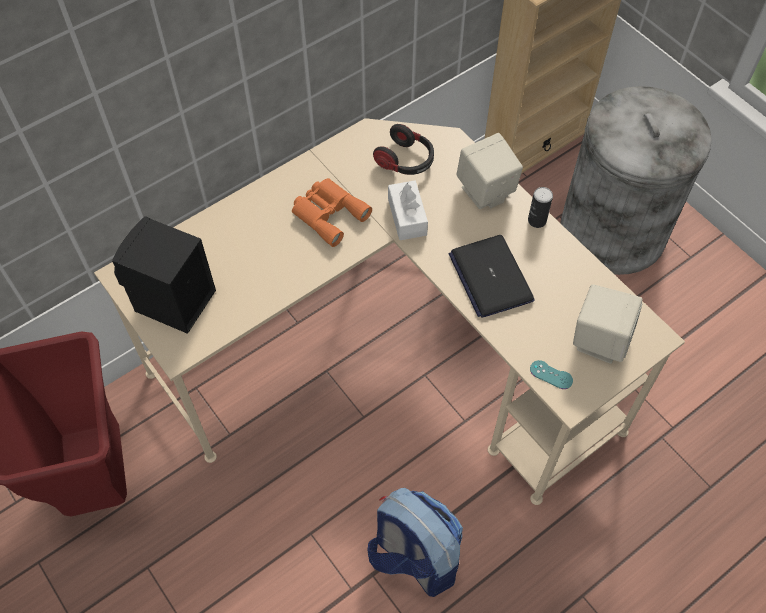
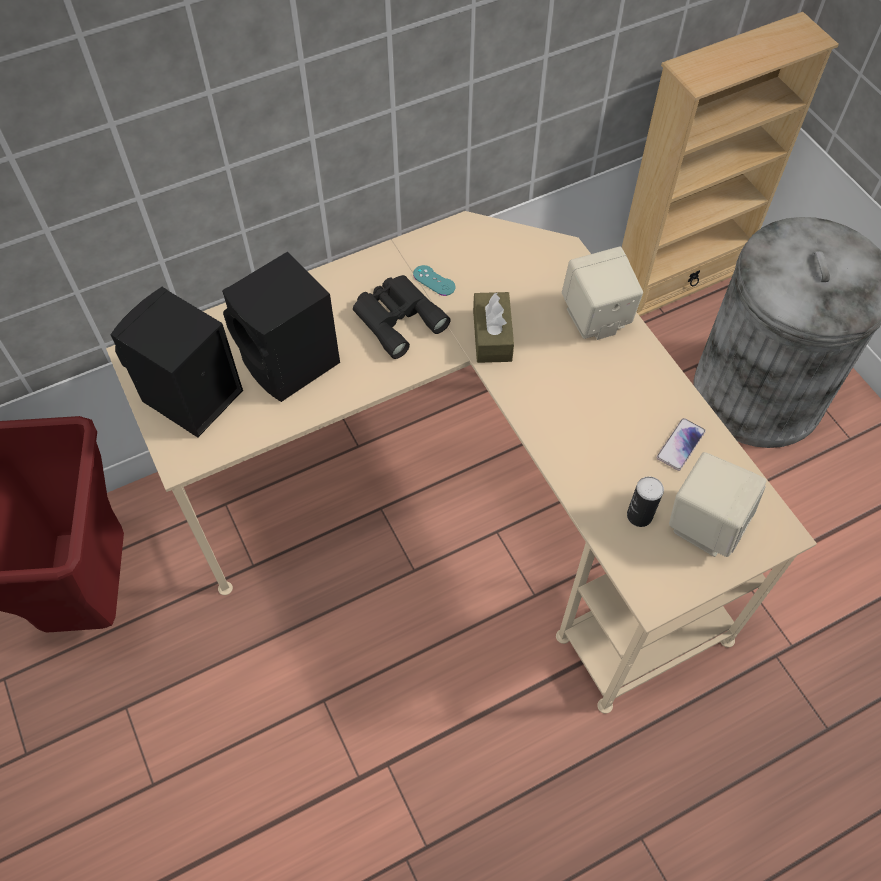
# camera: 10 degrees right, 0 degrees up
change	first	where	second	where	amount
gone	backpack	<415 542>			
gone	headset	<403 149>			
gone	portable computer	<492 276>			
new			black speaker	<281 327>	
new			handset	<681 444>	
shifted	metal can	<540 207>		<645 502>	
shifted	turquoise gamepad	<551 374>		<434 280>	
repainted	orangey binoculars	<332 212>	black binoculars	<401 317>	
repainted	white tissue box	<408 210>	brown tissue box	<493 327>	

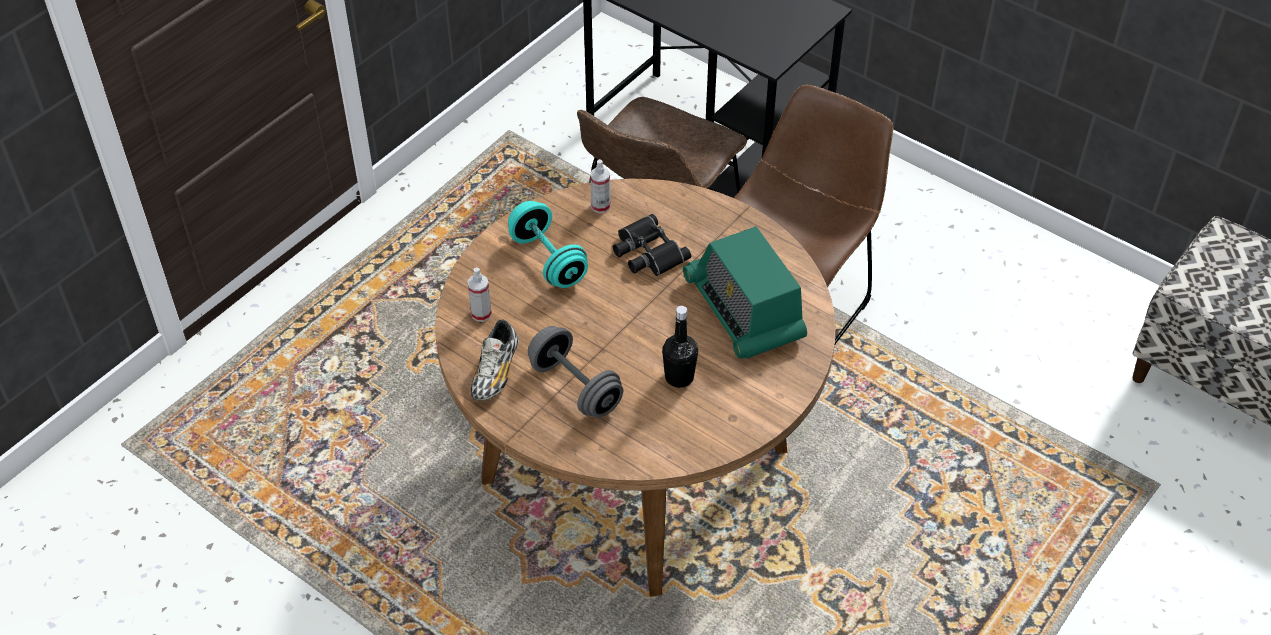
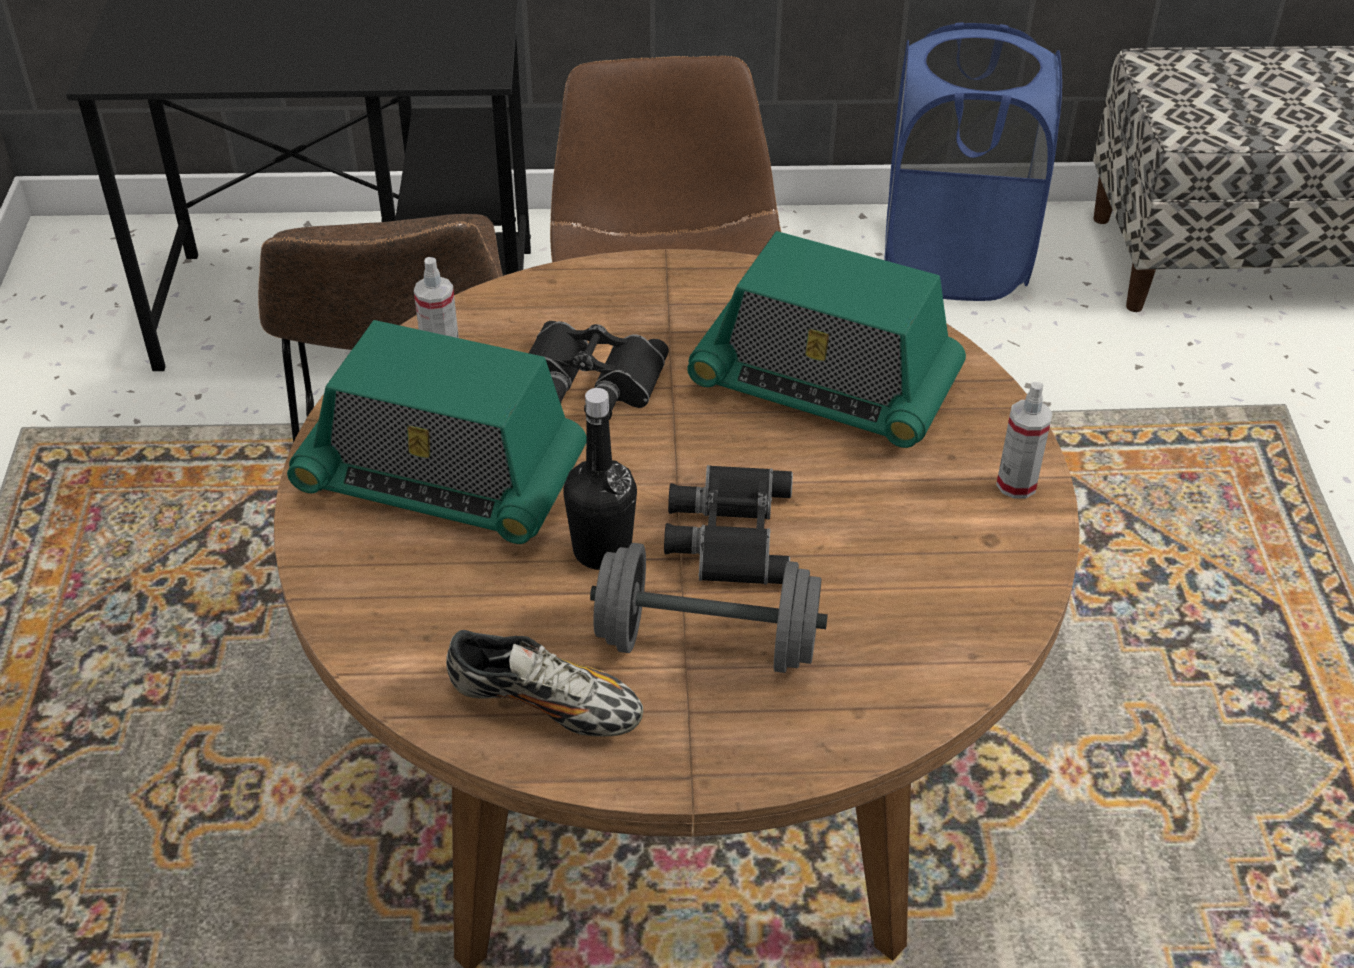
# camera: 40 degrees left, 5 degrees down
change	first	where	second	where	amount
new			black binoculars	<728 524>	
new			blue-coloured hamper	<973 161>	
shifted	sprayer	<479 294>		<1024 440>	
shifted	black drink bottle	<680 347>		<600 479>	
swapped	turquoise free weight	<548 244>	radio	<436 432>	
rotated	item of footwear	<494 360>		<544 683>	45 degrees counterclockwise

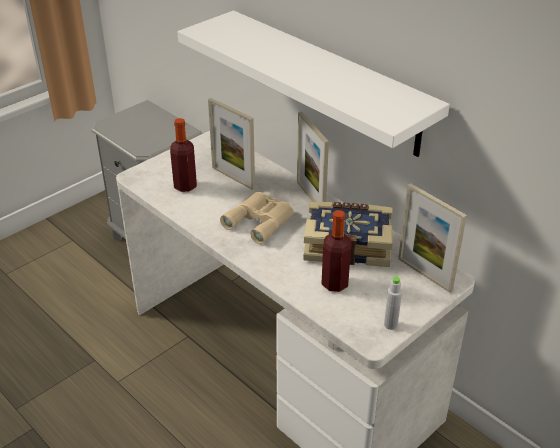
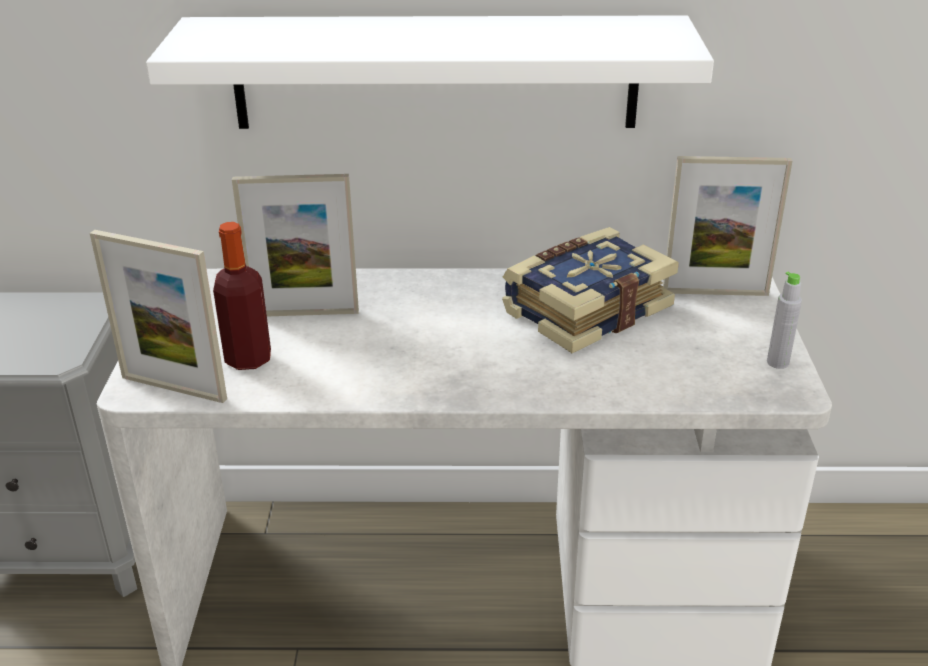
# camera: 45 degrees left, 5 degrees down
change	first	where	second	where	amount
gone	beige-coloured binoculars	<257 218>			
gone	drink bottle	<336 251>			
shifted	photo frame	<313 156>		<158 316>	

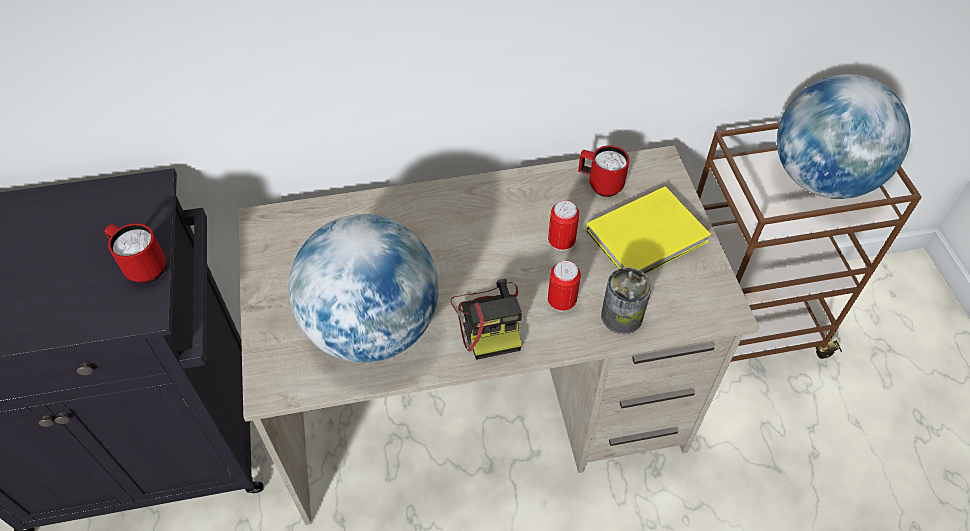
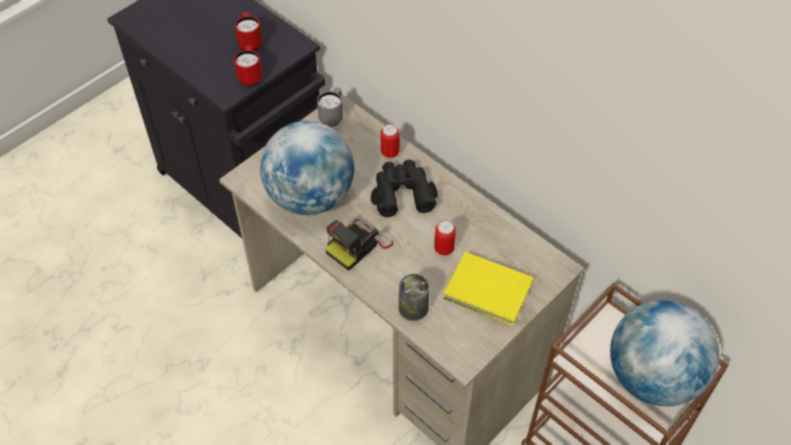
# camera: 55 degrees right, 0 degrees up
change	first	where	second	where	amount
new			gray tea mug	<330 107>	
new			black binoculars	<404 188>	
shifted	metal can	<564 286>		<390 141>	
shifted	red tea mug	<603 171>		<248 31>	

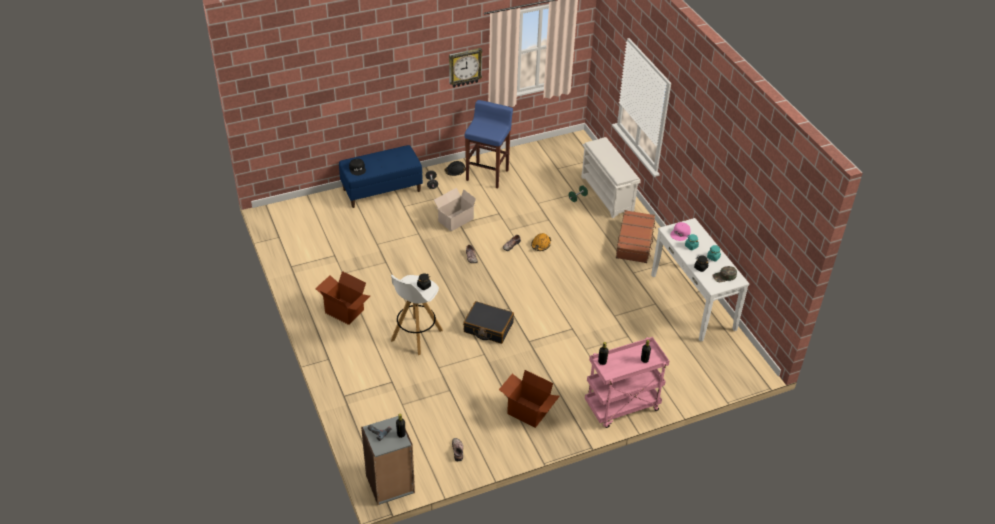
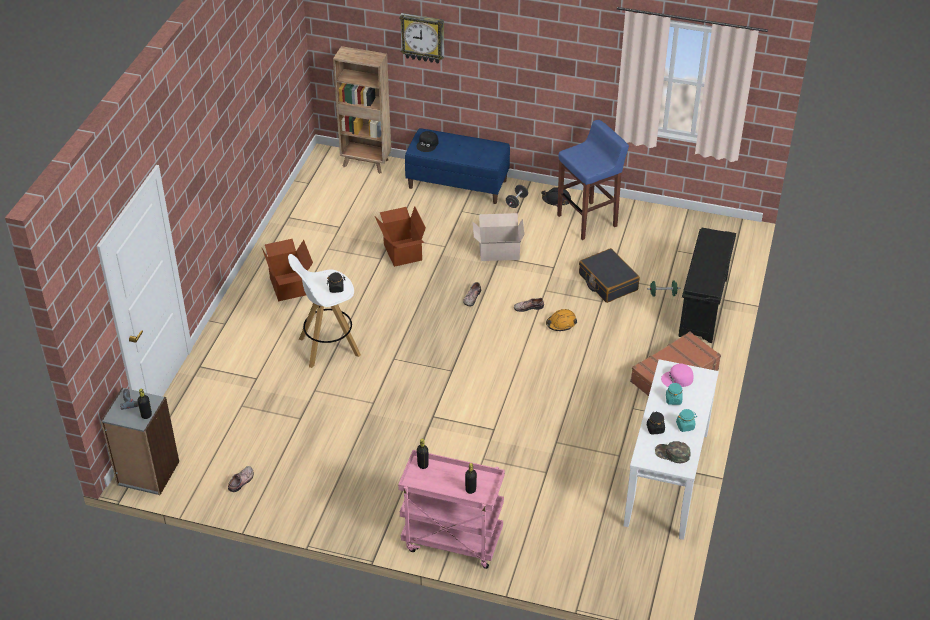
# camera: 40 degrees right, 0 degrees up
change	first	where	second	where	amount
new			brown bookcase	<362 110>	
shifted	hanging clock	<466 68>		<422 38>	
shifted	black suitcase	<488 322>		<609 275>	
shifted	cardboard box	<529 399>		<400 236>	
repainted	white shoe rack	<611 177>	black shoe rack	<707 285>	

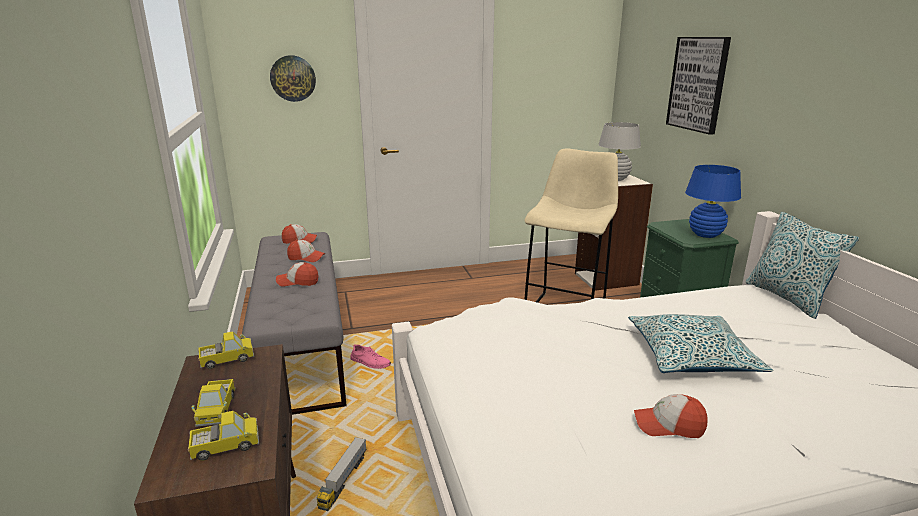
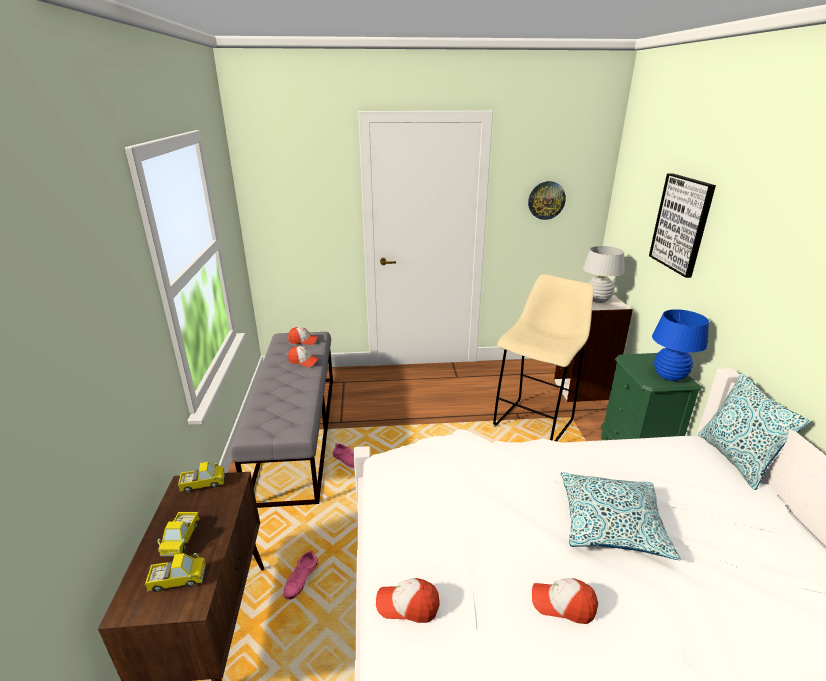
# camera: 10 degrees right, 5 degrees up
change	first	where	second	where	amount
shifted	hanging clock	<293 78>		<547 200>	
shifted	peaked cap	<297 274>		<408 600>	
swapped	model truck	<341 474>	pink-coloured item of footwear	<300 575>	

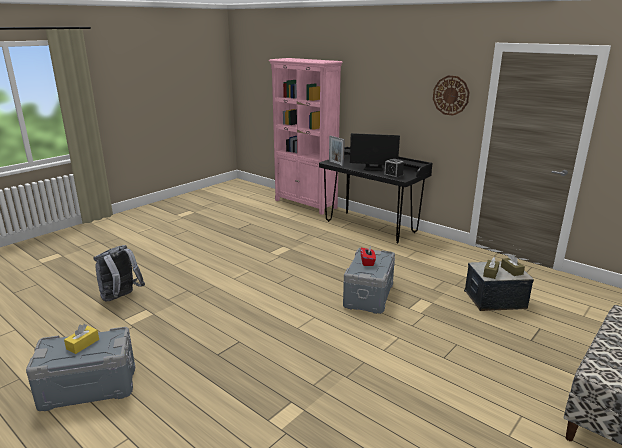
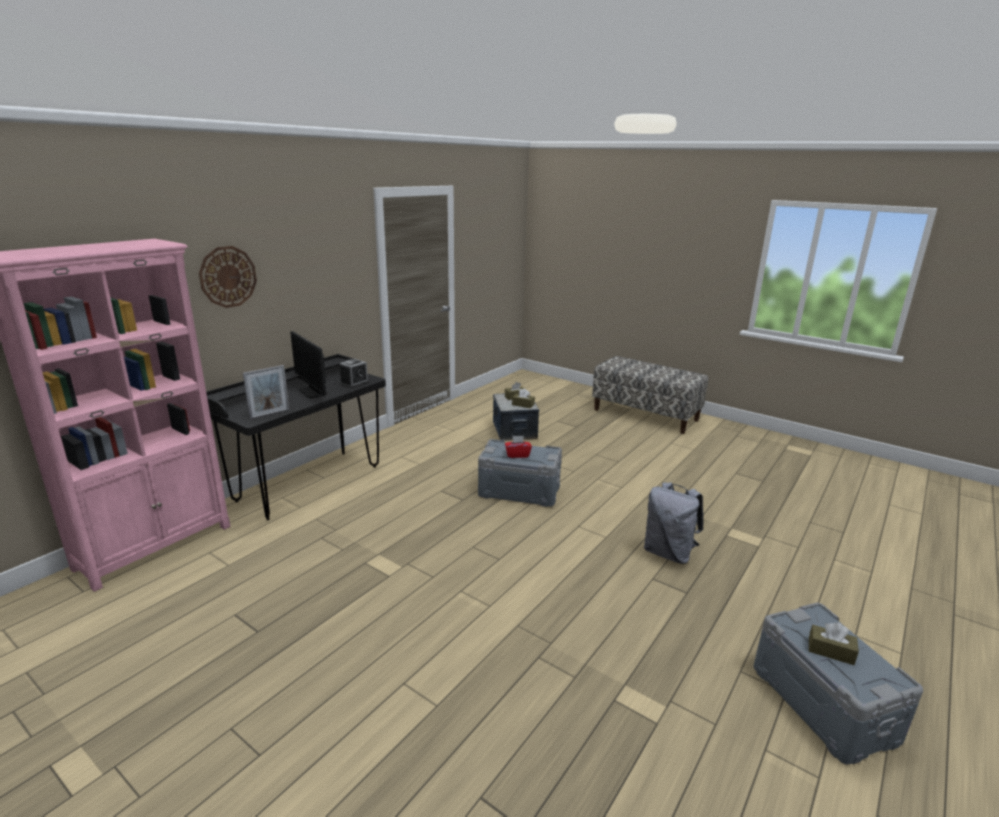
# camera: 95 degrees left, 0 degrees up
change	first	where	second	where	amount
shifted	gray backpack	<119 273>		<673 523>	
shifted	hanging clock	<451 96>		<228 277>	
repainted	yellow-coloured tissue box	<81 339>	brown tissue box	<834 644>	
rotated	monitor	<375 152>		<308 364>	135 degrees clockwise

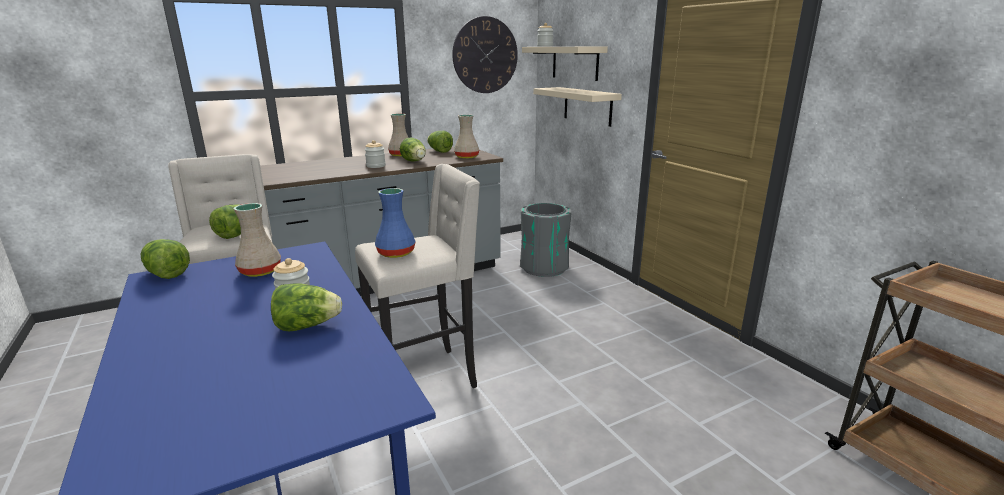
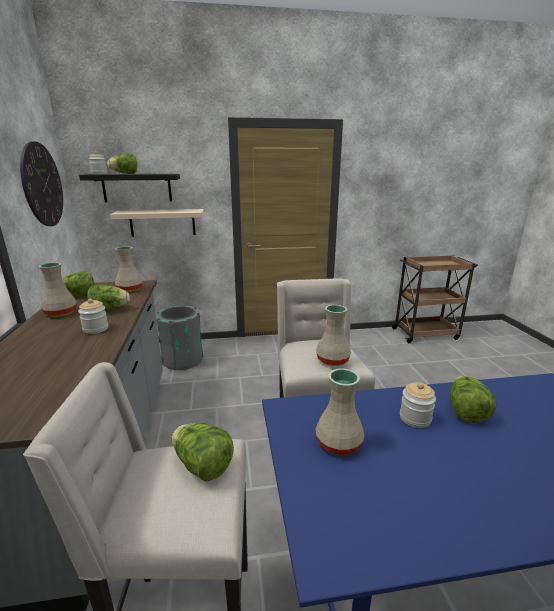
# camera: 70 degrees left, 0 degrees up
change	first	where	second	where	amount
shifted	lettuce head	<165 259>		<122 163>	
repainted	blue-coloured flower vase	<395 223>	beige-coloured flower vase	<333 335>	
repainted	beige-coloured wall shelf	<565 63>	black wall shelf	<129 188>	

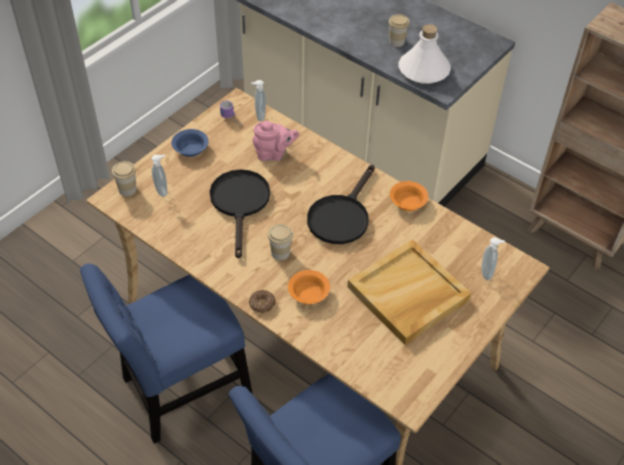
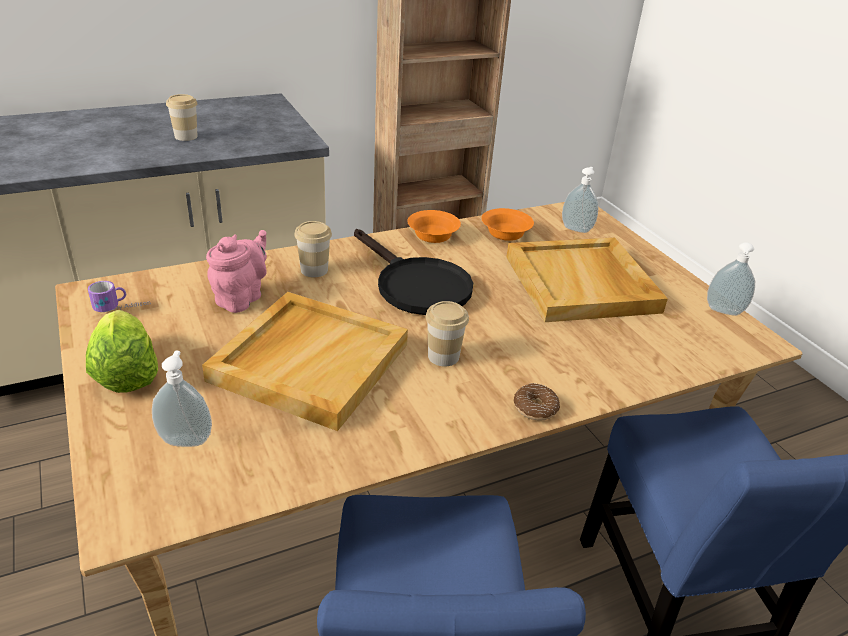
# camera: 65 degrees left, 15 degrees down
change	first	where	second	where	amount
gone	white drink bottle	<425 54>			
shifted	small cup	<124 178>		<313 249>	
shifted	soap bottle	<258 100>		<731 279>	
shifted	orangey deep dish	<309 287>		<507 224>	
swapped	blue-coloured deep dish	<190 143>	lettuce head	<122 351>	
swapped	black pan	<240 213>	beige-coloured tray	<305 361>	

